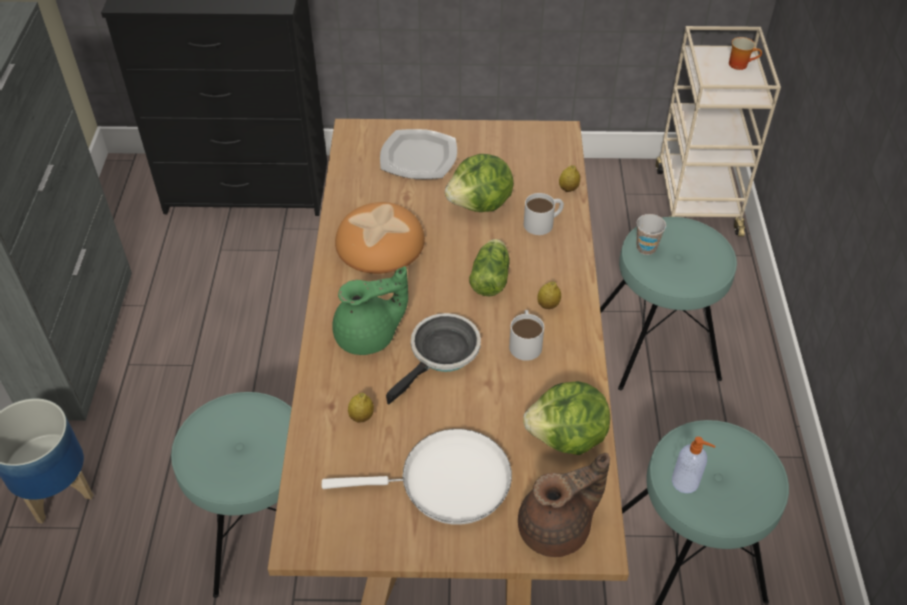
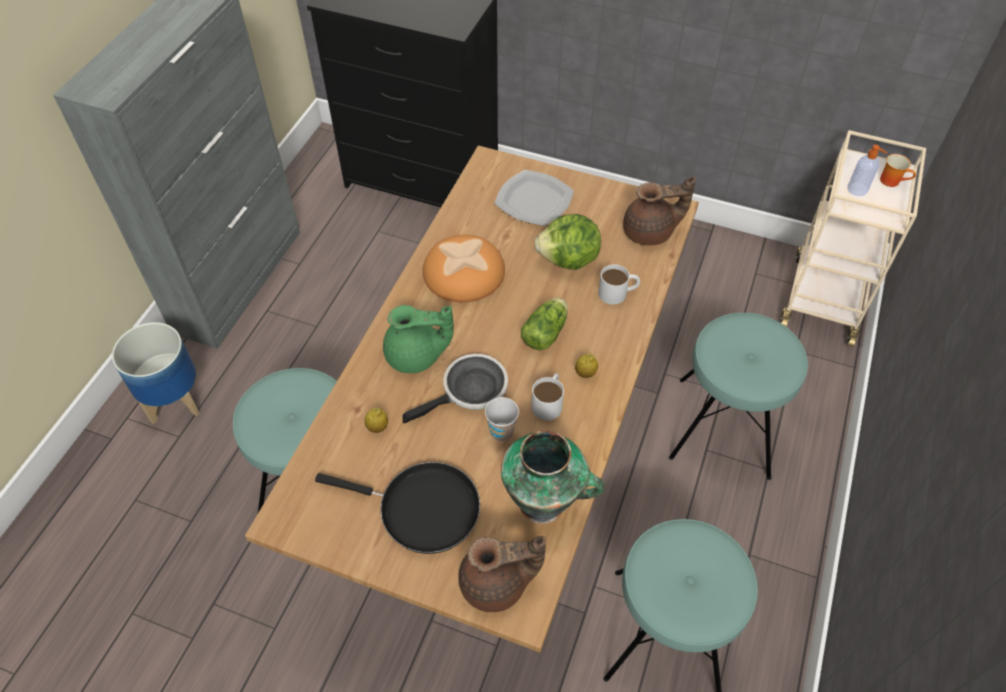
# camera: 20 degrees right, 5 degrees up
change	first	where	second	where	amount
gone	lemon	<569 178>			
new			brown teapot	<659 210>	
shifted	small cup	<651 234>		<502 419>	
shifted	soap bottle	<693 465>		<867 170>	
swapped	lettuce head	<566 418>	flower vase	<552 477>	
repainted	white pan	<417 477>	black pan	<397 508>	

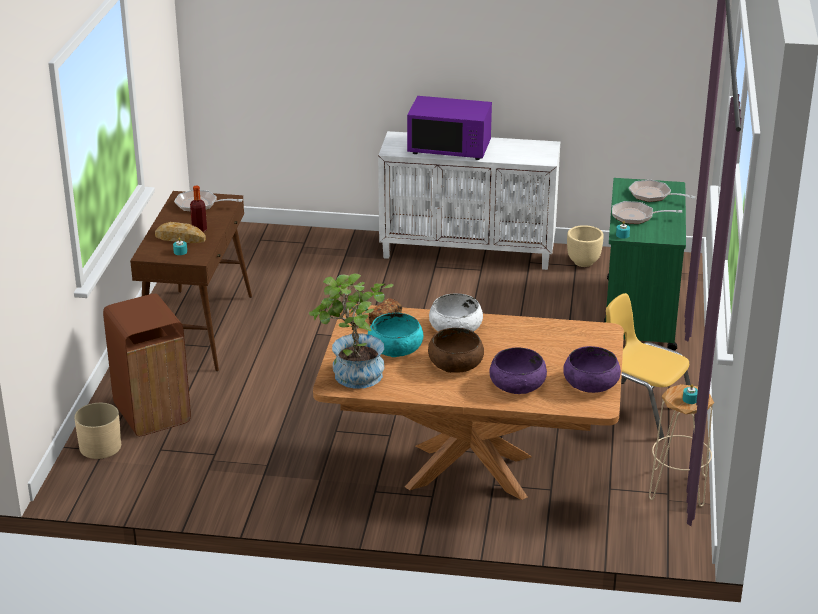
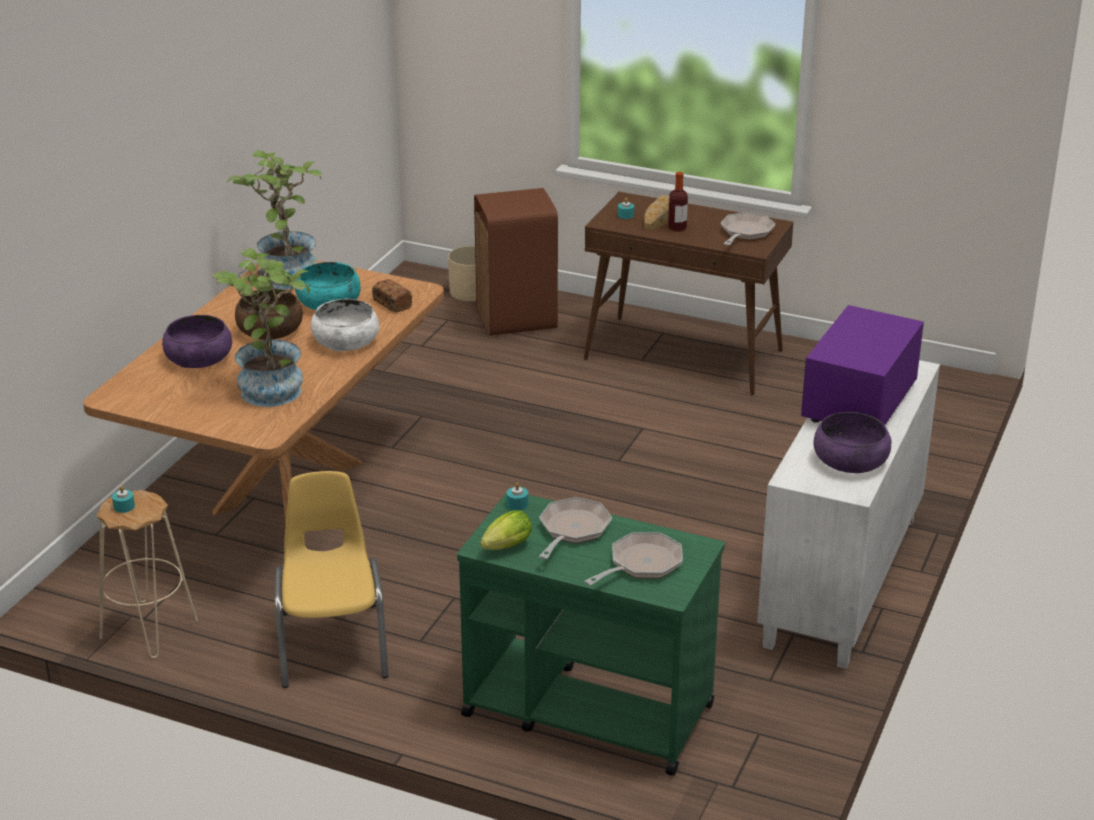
# camera: 105 degrees right, 0 degrees up
change	first	where	second	where	amount
gone	beige-coloured flower pot	<585 246>			
new			plant in a pot	<261 327>	
new			lettuce head	<506 530>	
shifted	purple-coloured deep dish	<592 369>		<853 442>	
rotated	yellow-coloured chair	<648 366>		<332 579>	60 degrees counterclockwise

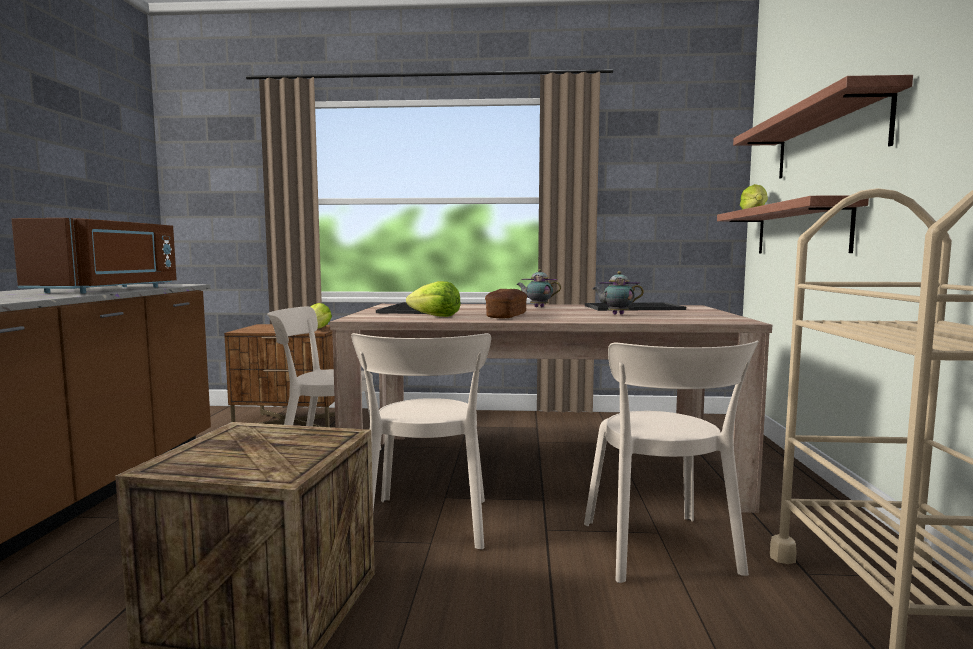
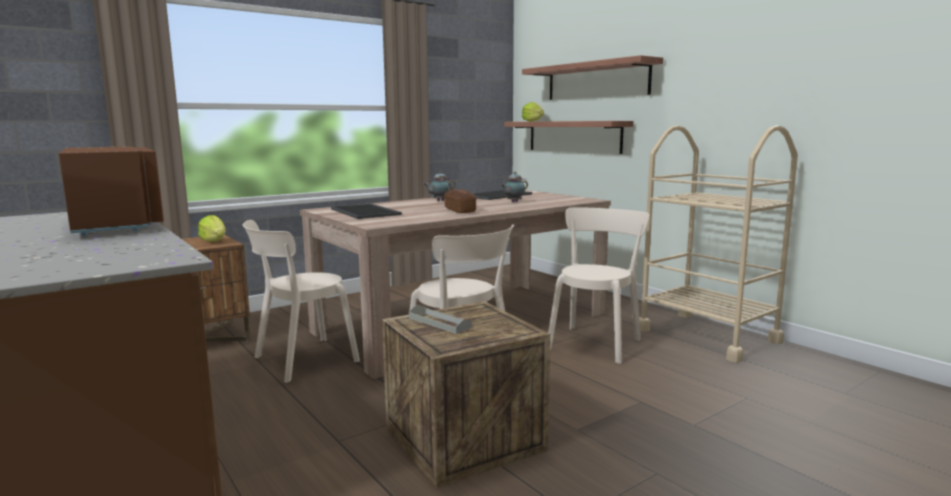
# camera: 40 degrees left, 5 degrees up
change	first	where	second	where	amount
gone	lettuce head	<433 299>			
new			gray tray	<440 319>	
rotated	beige-coloured chair	<671 461>		<599 285>	105 degrees counterclockwise

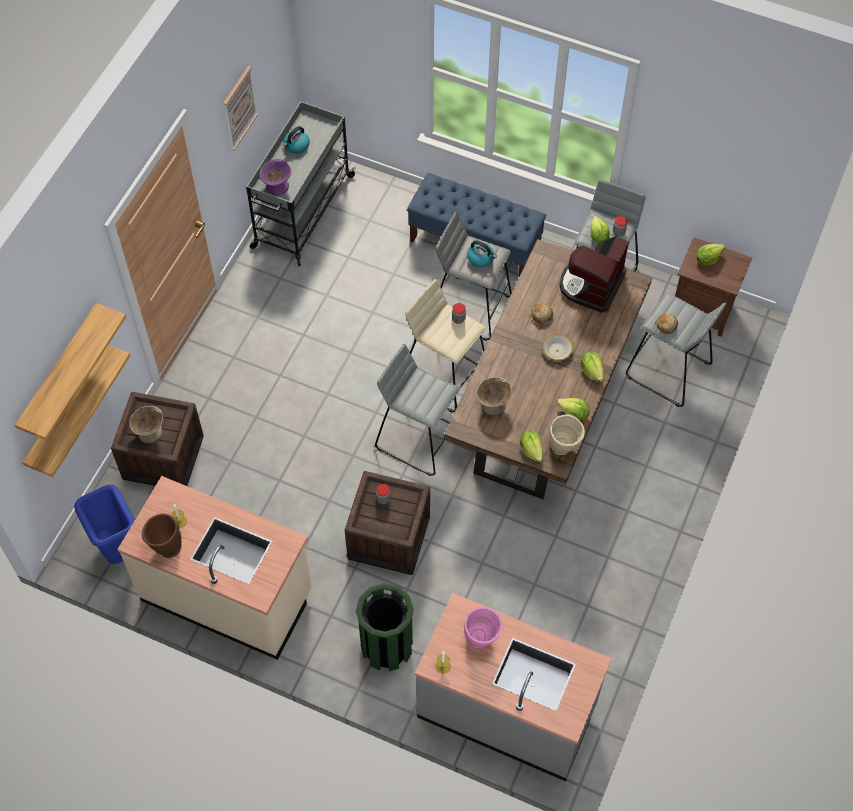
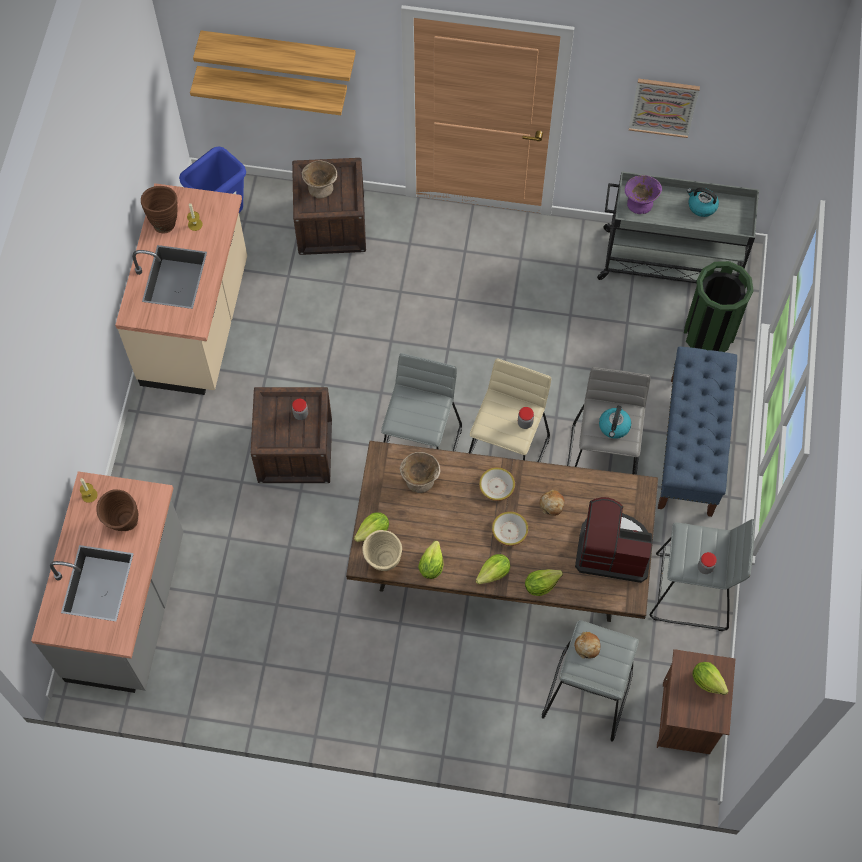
# camera: 75 degrees right, 5 degrees up
change	first	where	second	where	amount
new			deep dish	<497 484>	
shifted	green waste bin	<385 627>		<719 306>	
shifted	lettuce head	<600 230>		<544 582>	
repainted	pink-coloured flower vase	<483 627>	brown flower vase	<117 510>	

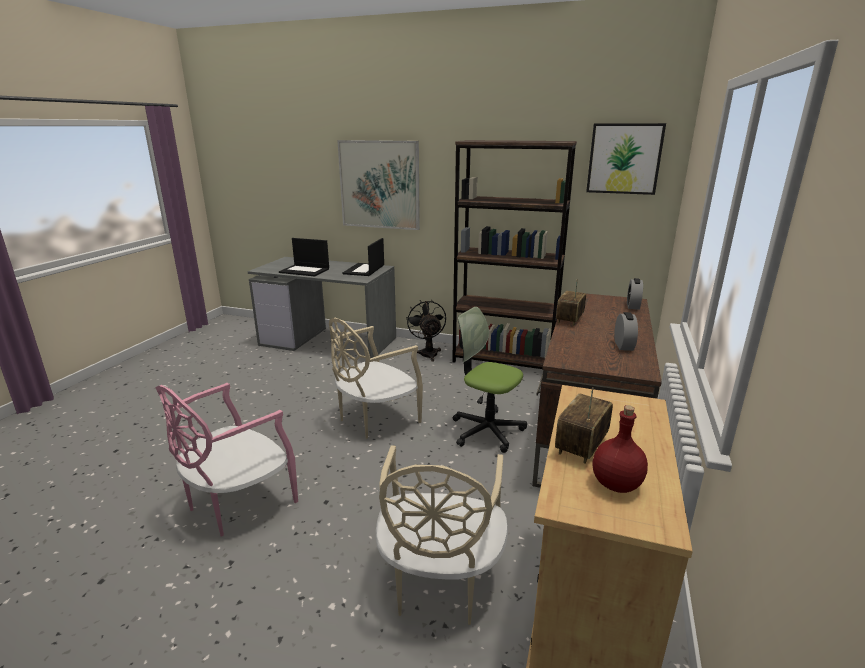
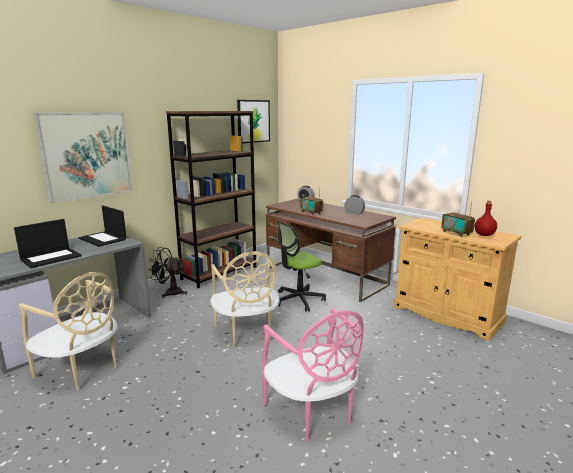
# camera: 65 degrees left, 5 degrees down
change	first	where	second	where	amount
shifted	beige-coloured chair	<441 535>		<68 331>	

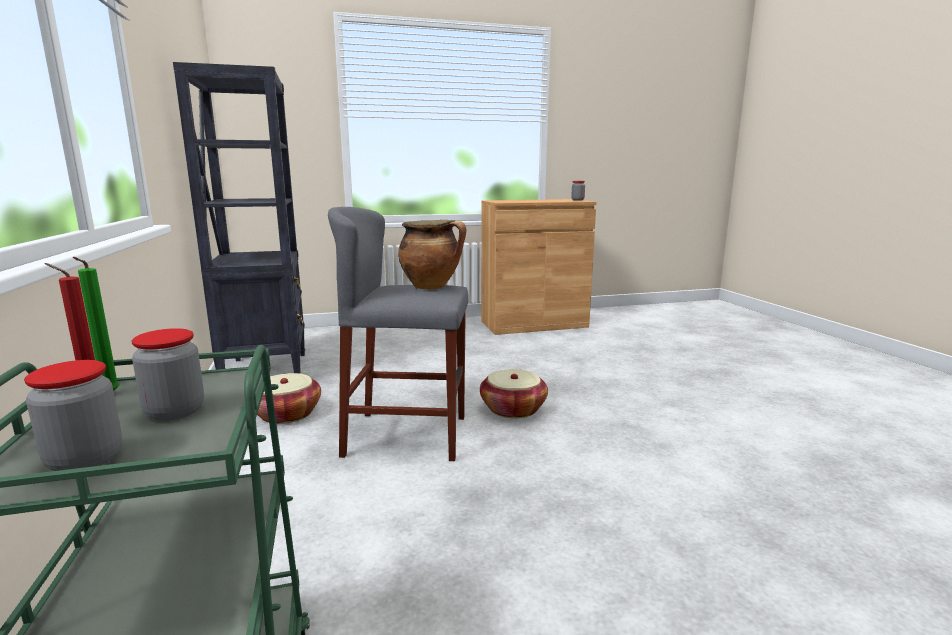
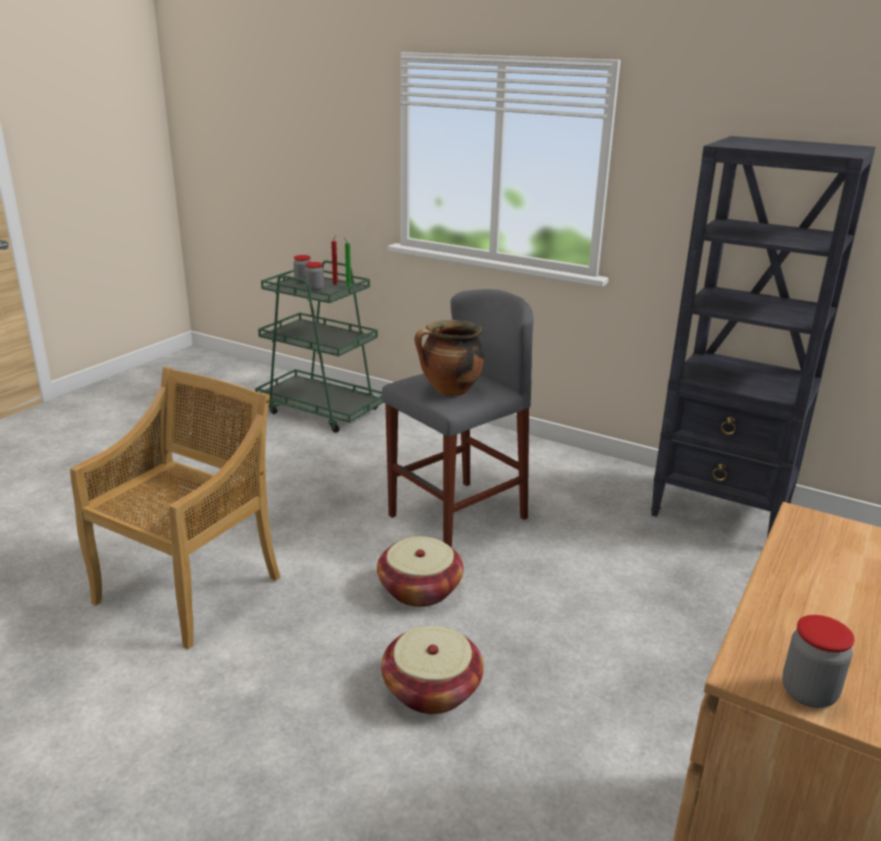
# camera: 135 degrees right, 10 degrees up
change	first	where	second	where	amount
new			beige-coloured chair	<175 508>	
shifted	storage basket	<289 398>		<432 670>	

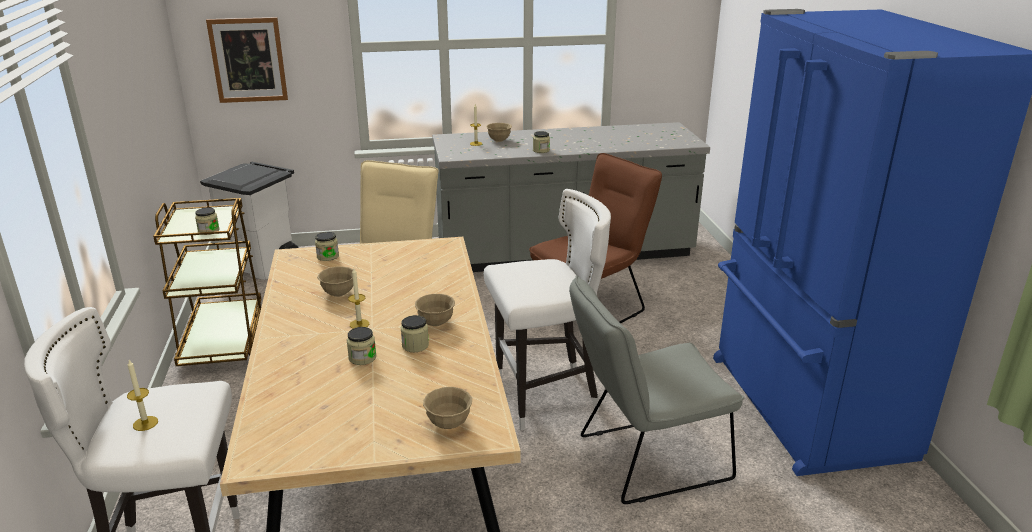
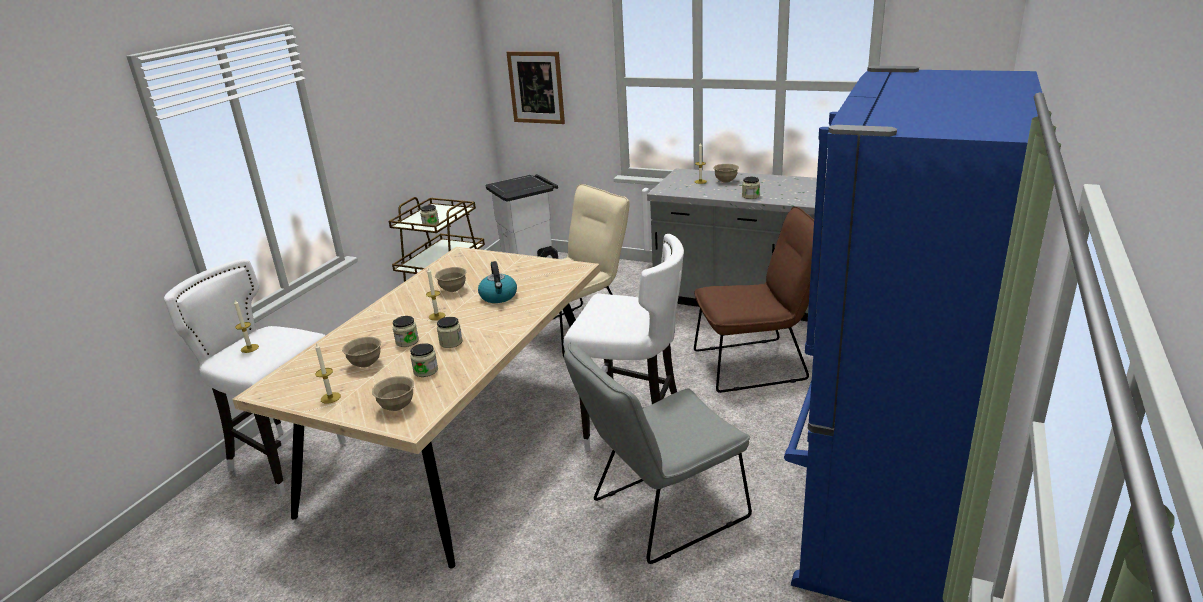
# camera: 35 degrees right, 0 degrees up
change	first	where	second	where	amount
new			wax light	<328 373>	
new			water kettle	<497 282>	
shifted	preserve jar	<327 246>		<424 360>	
shifted	beige-coloured deep dish	<435 310>		<361 352>	
rotated	gray chair	<656 389>		<658 453>	45 degrees counterclockwise

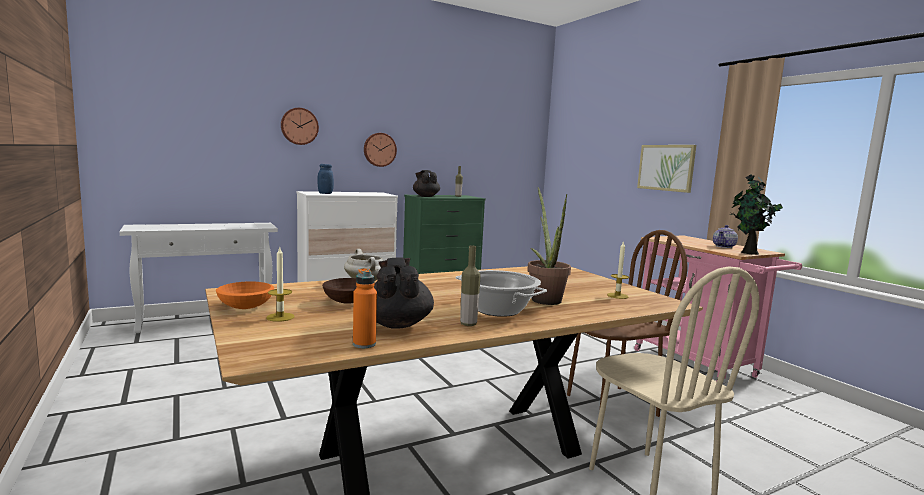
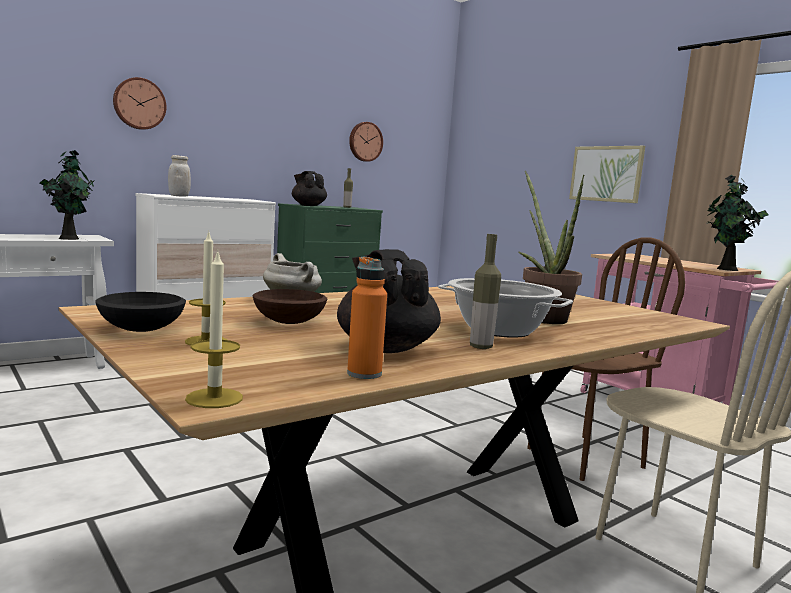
# camera: 10 degrees left, 0 degrees up
change	first	where	second	where	amount
gone	teapot	<725 236>			
new			plant in a pot	<67 195>	
shifted	hanging clock	<380 150>		<366 142>	
shifted	wax light	<618 270>		<214 329>	
repainted	orangey deep dish	<245 295>	black deep dish	<140 312>	
repainted	blue-coloured preserve jar	<326 179>	white preserve jar	<179 176>	

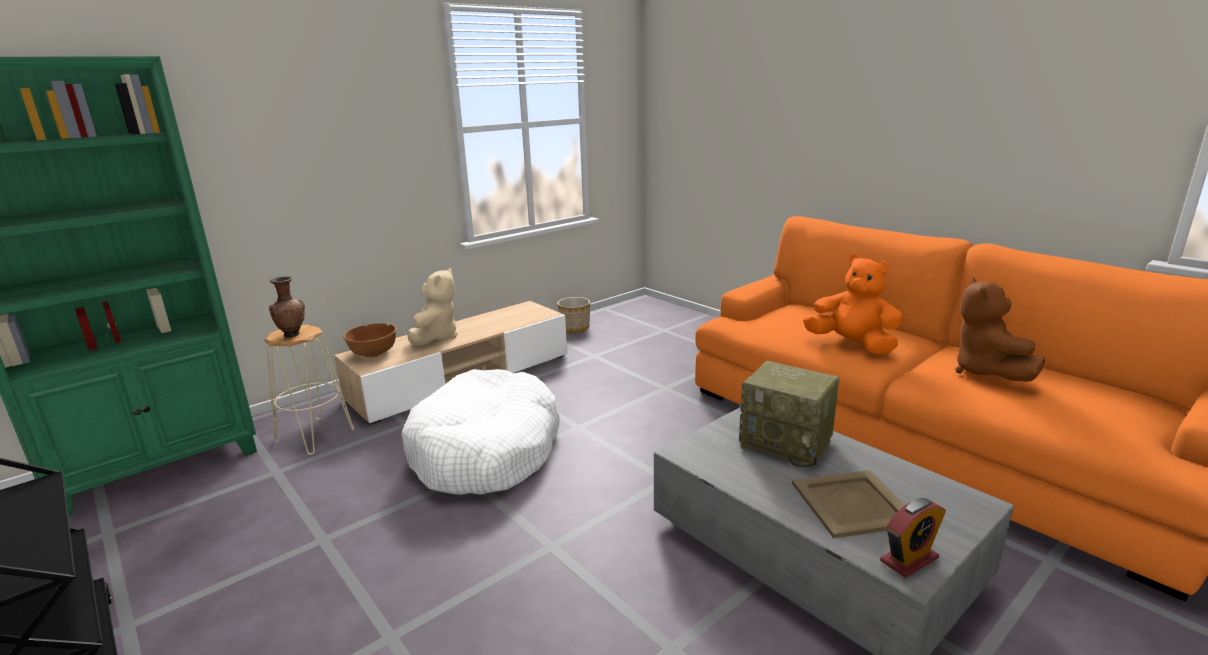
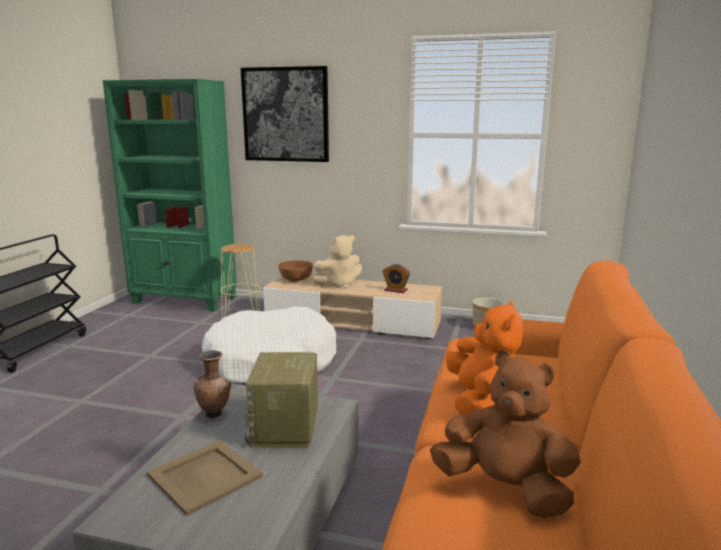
# camera: 55 degrees right, 5 degrees down
change	first	where	second	where	amount
new			wall picture	<285 114>	
shifted	brown flower vase	<287 306>		<212 384>	
shifted	alarm clock	<913 538>		<396 278>	
rotated	brown cuddly toy	<1000 329>		<505 434>	60 degrees clockwise

